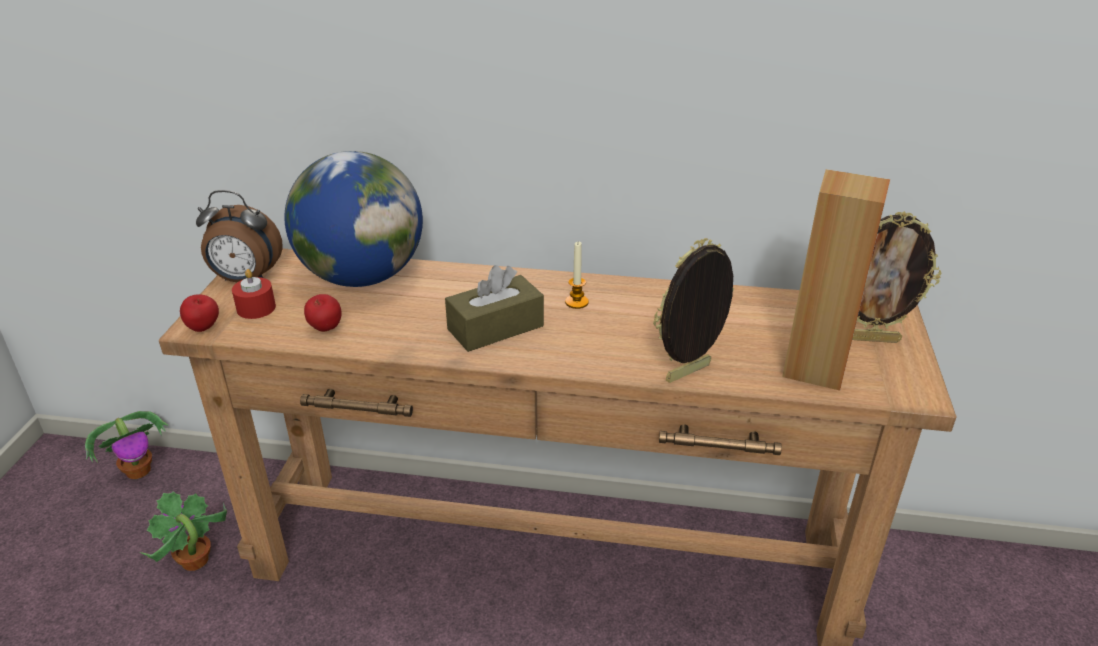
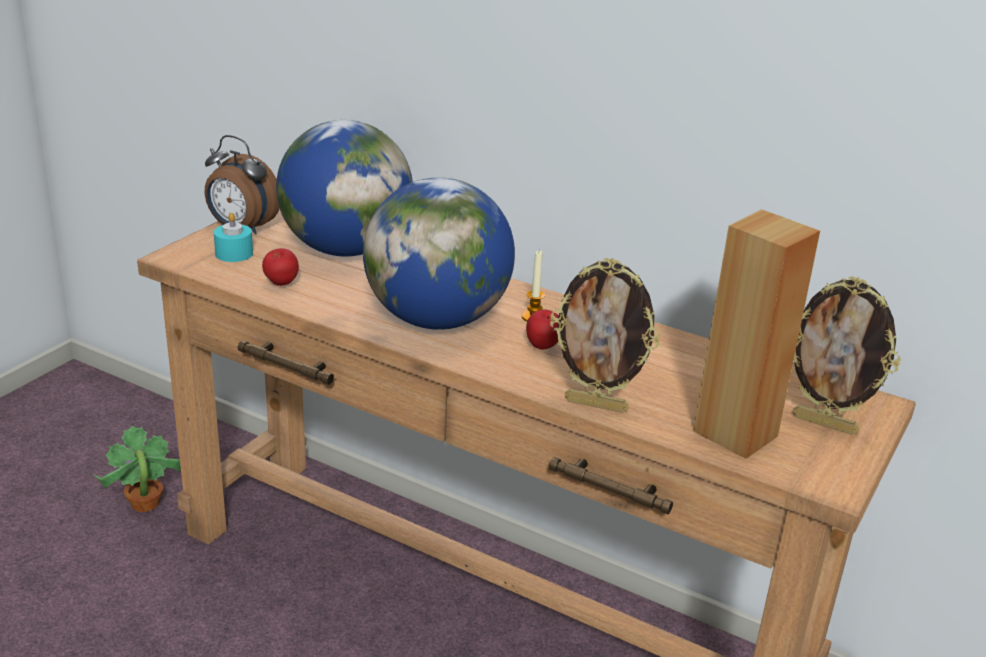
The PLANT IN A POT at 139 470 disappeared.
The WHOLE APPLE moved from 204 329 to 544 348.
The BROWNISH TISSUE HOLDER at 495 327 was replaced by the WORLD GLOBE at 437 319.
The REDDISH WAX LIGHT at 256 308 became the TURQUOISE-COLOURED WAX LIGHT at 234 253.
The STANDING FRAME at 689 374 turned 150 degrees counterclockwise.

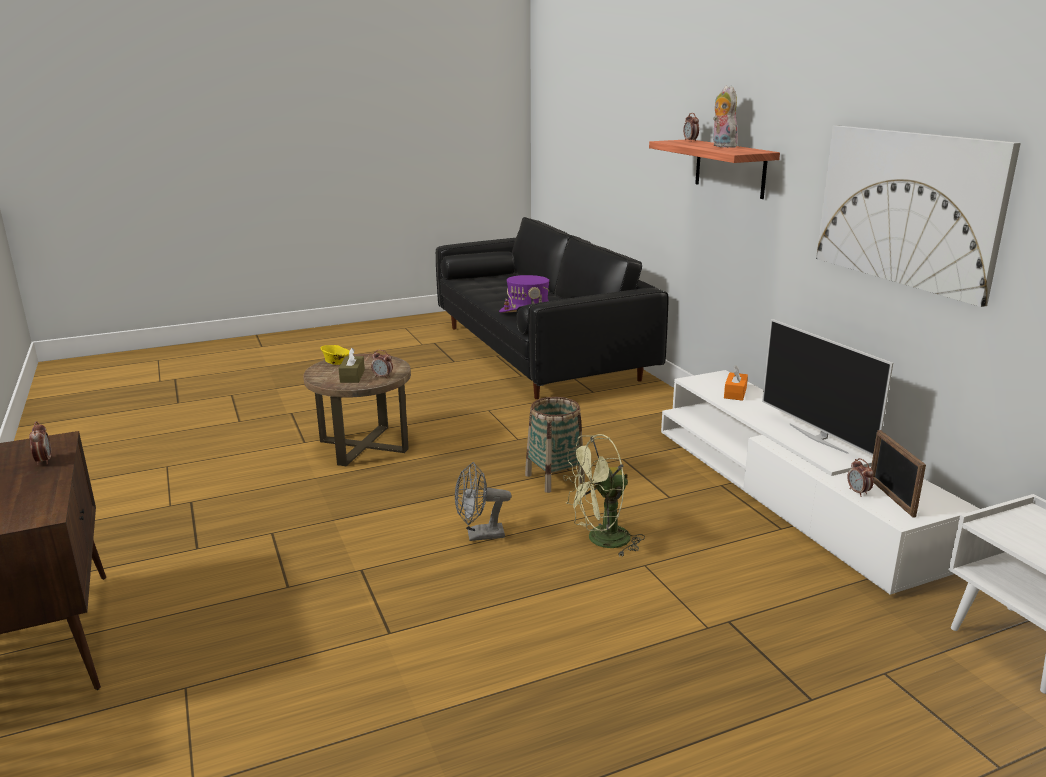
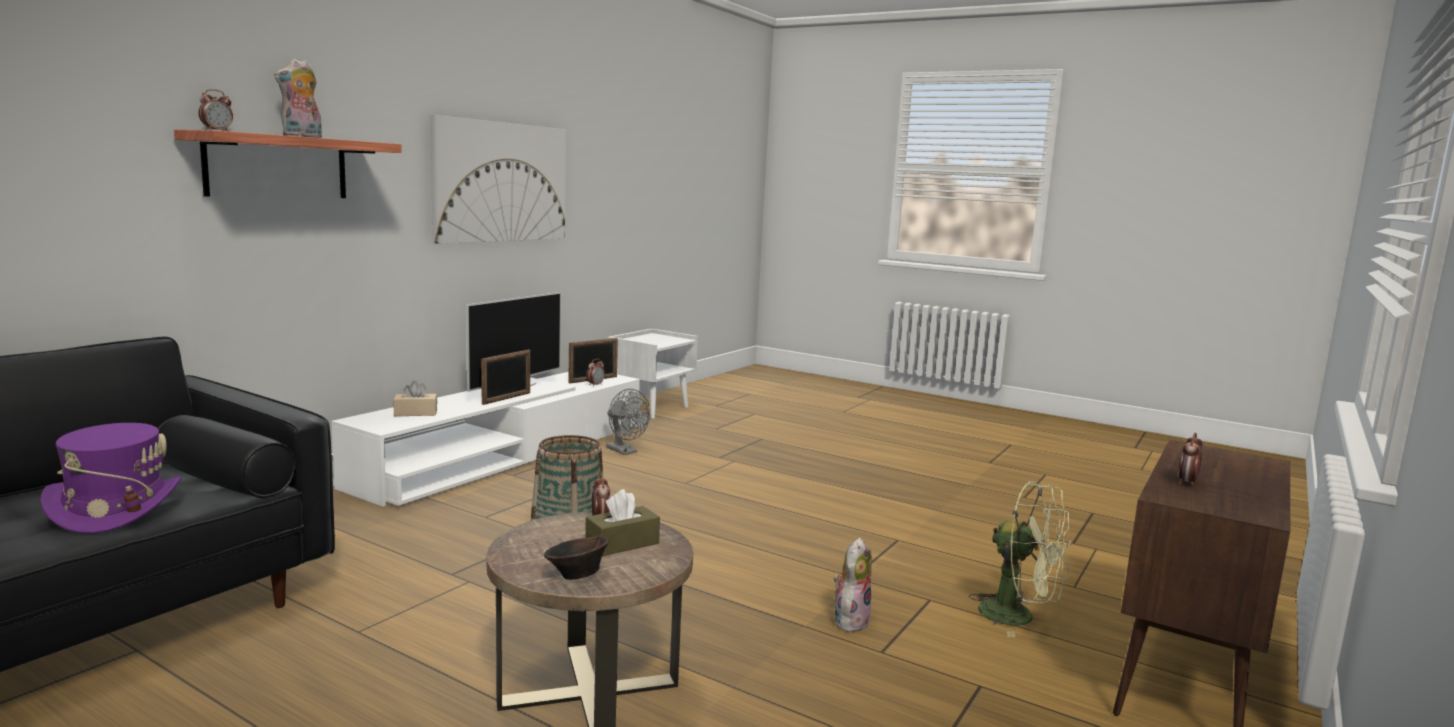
The STANDING FRAME at 507 398 appeared.
The SOFT TOY at 850 620 appeared.
The GREYISH COOLING FAN moved from 479 535 to 625 451.
The GREEN COOLING FAN moved from 601 541 to 1019 617.
The YELLOW-COLOURED DEEP DISH at 336 363 became the BROWNISH DEEP DISH at 576 576.
The ORANGE TISSUE HOLDER at 735 393 became the SAND-COLOURED TISSUE HOLDER at 415 413.

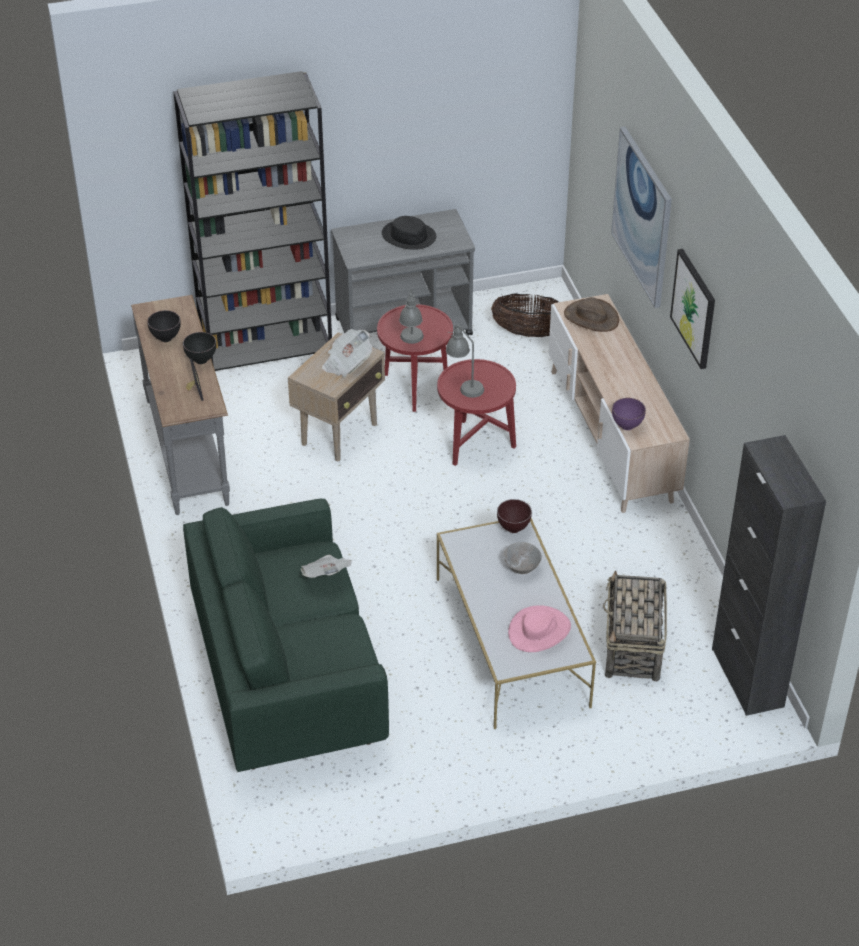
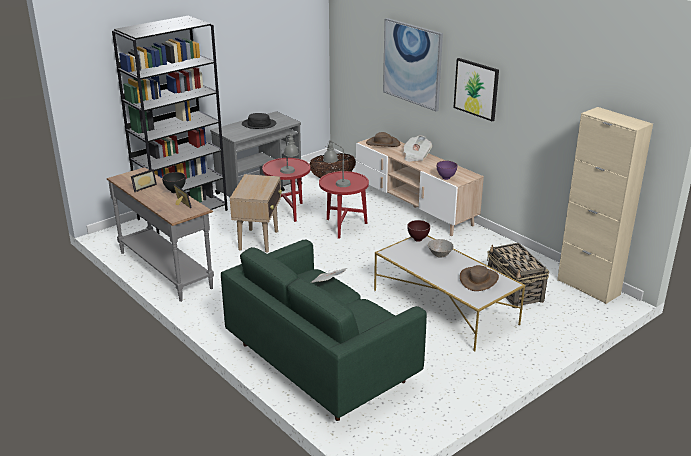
The NEWSPAPER moved from 347 363 to 415 156.
The BLACK-COLOURED DEEP DISH at 166 338 was replaced by the STANDING FRAME at 143 187.
The PINK-COLOURED HAT at 539 631 became the BROWNISH HAT at 479 279.
The BLACK-COLOURED STORAGE CABINET at 747 677 became the SAND-COLOURED STORAGE CABINET at 588 287.

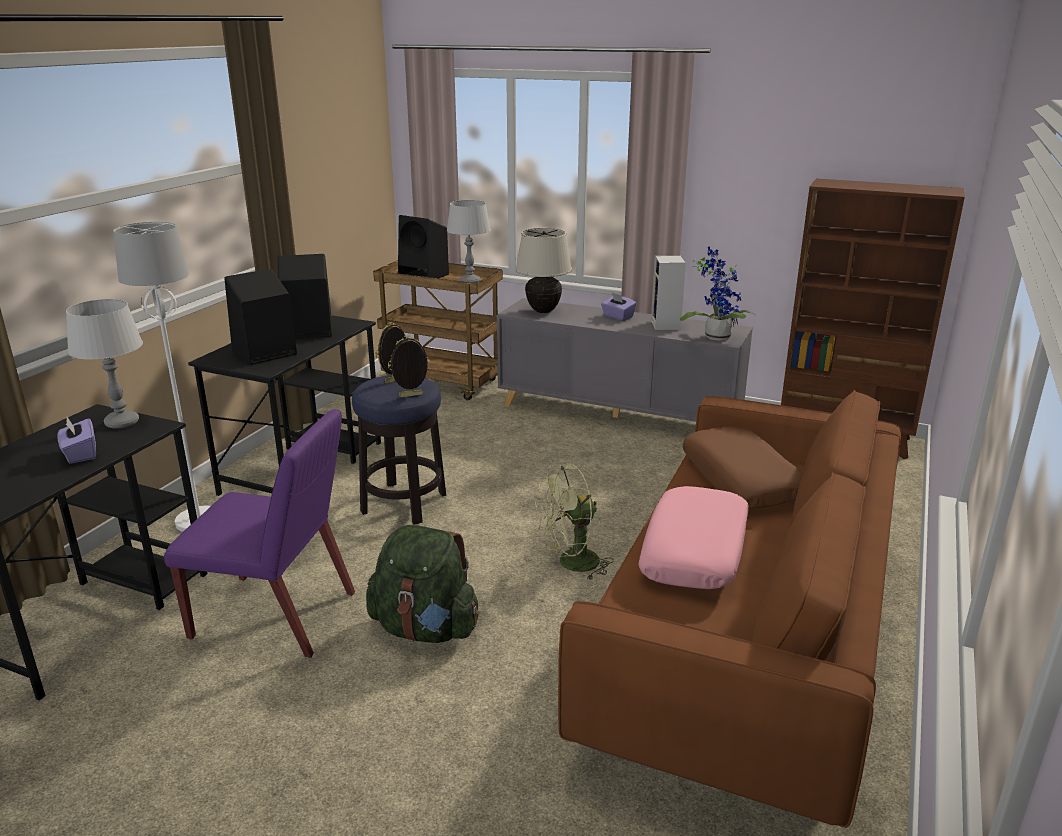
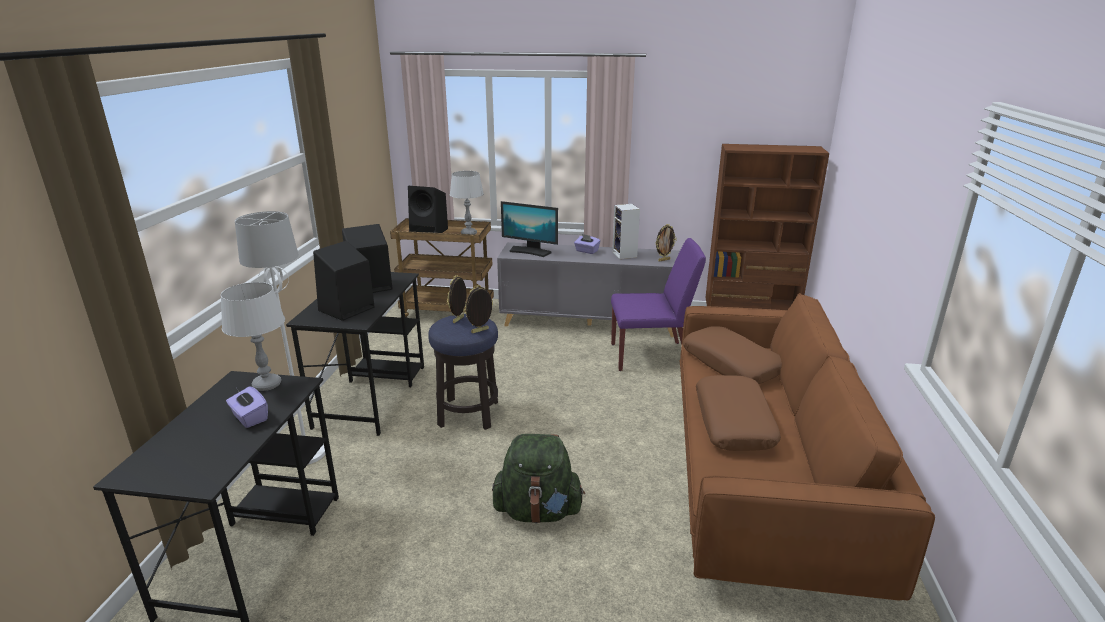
The GREEN COOLING FAN at 571 564 disappeared.
The PURPLE-COLOURED PLAIN CHAIR moved from 276 615 to 651 356.
The SAND-COLOURED TABLE LAMP at 543 311 was replaced by the MONITOR at 530 251.
The PLANT IN A POT at 715 336 was replaced by the STANDING FRAME at 664 260.
The PINK-COLOURED THROW PILLOW at 695 551 became the BROWNISH THROW PILLOW at 734 422.

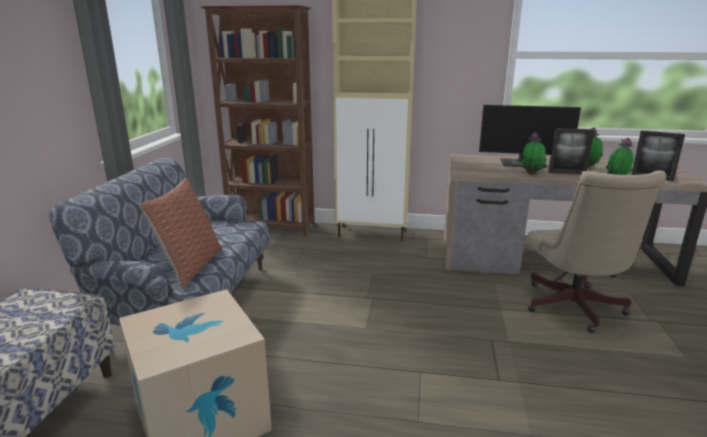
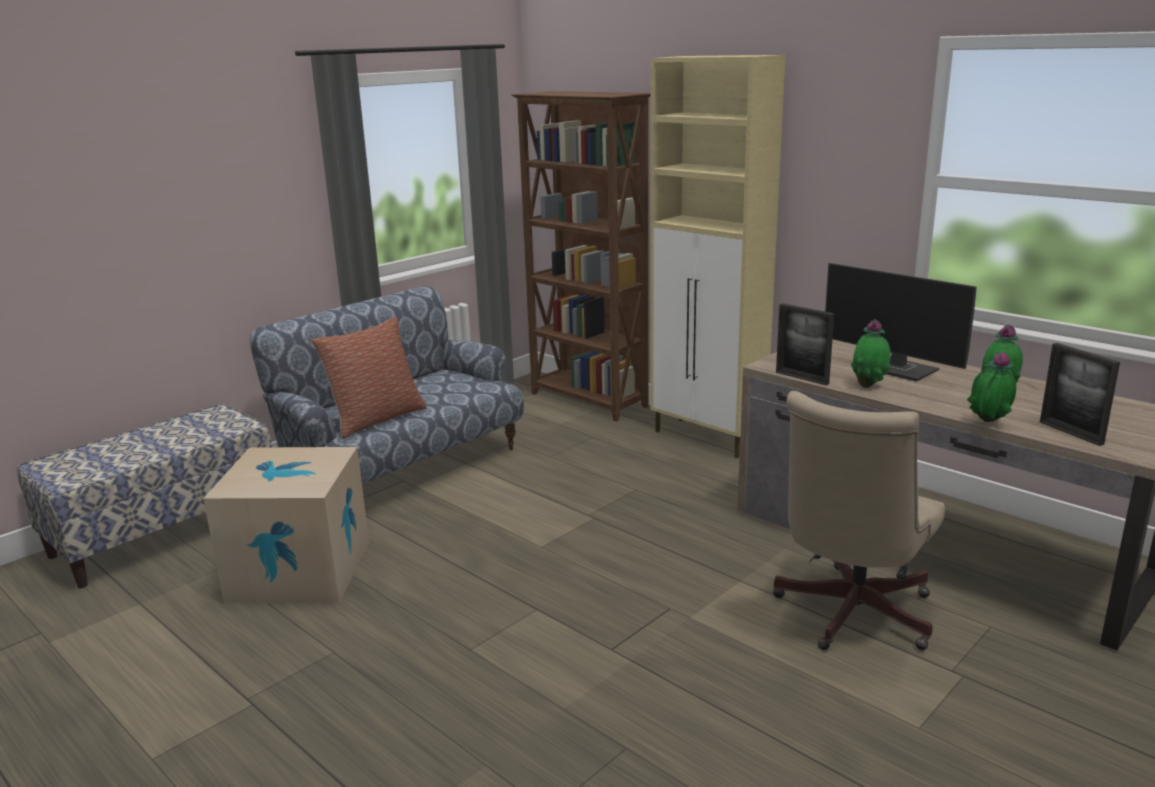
The STANDING FRAME moved from 567 173 to 802 378.

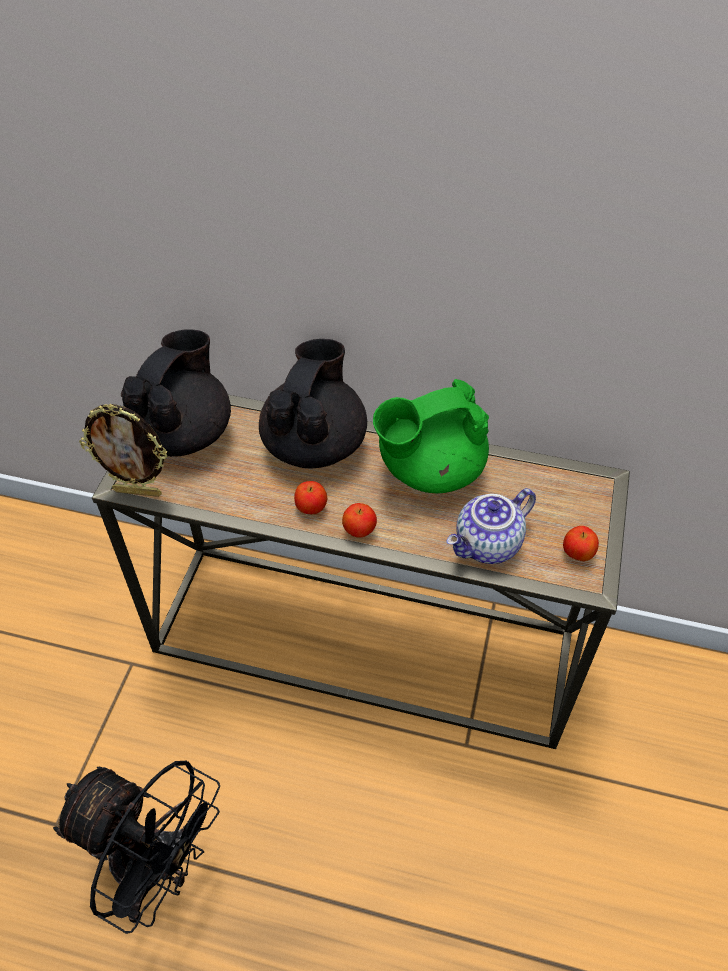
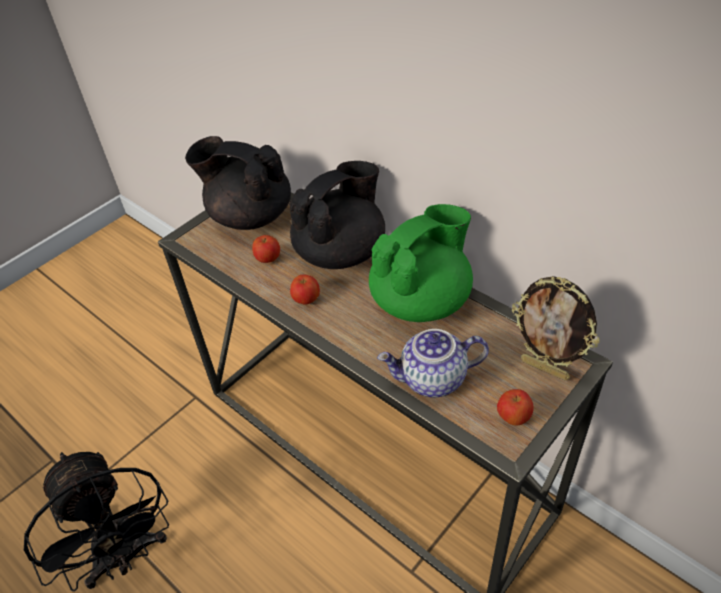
The STANDING FRAME moved from 138 491 to 545 368.
The WHOLE APPLE moved from 359 530 to 268 259.
The BLACK-COLOURED TEAPOT at 183 433 turned 120 degrees counterclockwise.
The GREEN TEAPOT at 429 470 turned 135 degrees clockwise.

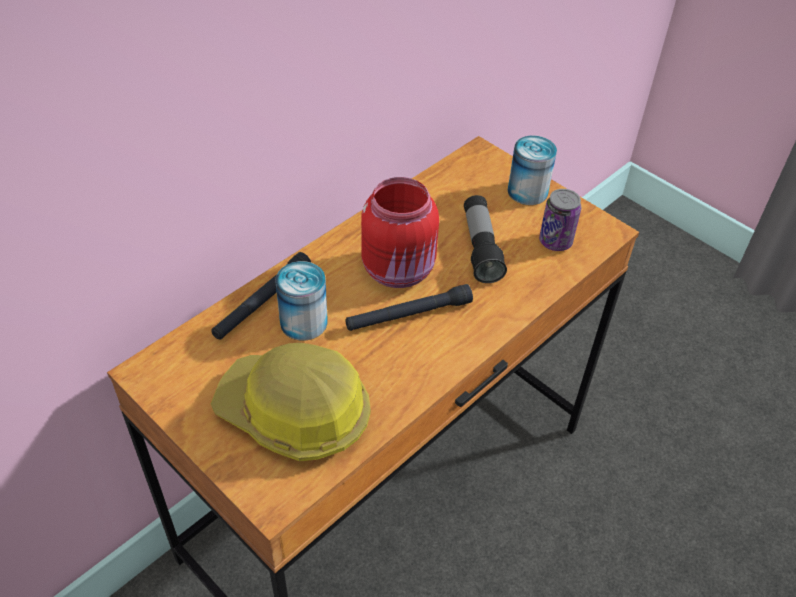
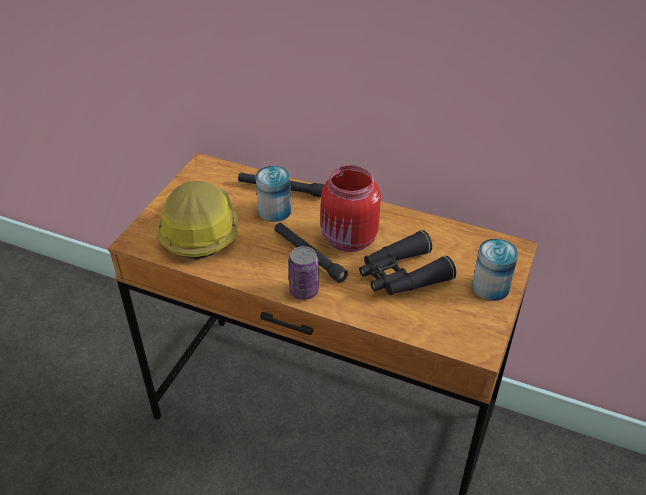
The SEALED CAN moved from 555 241 to 304 291.
The TORCH at 481 248 was replaced by the BLACK-COLOURED PAIR OF BINOCULARS at 402 275.

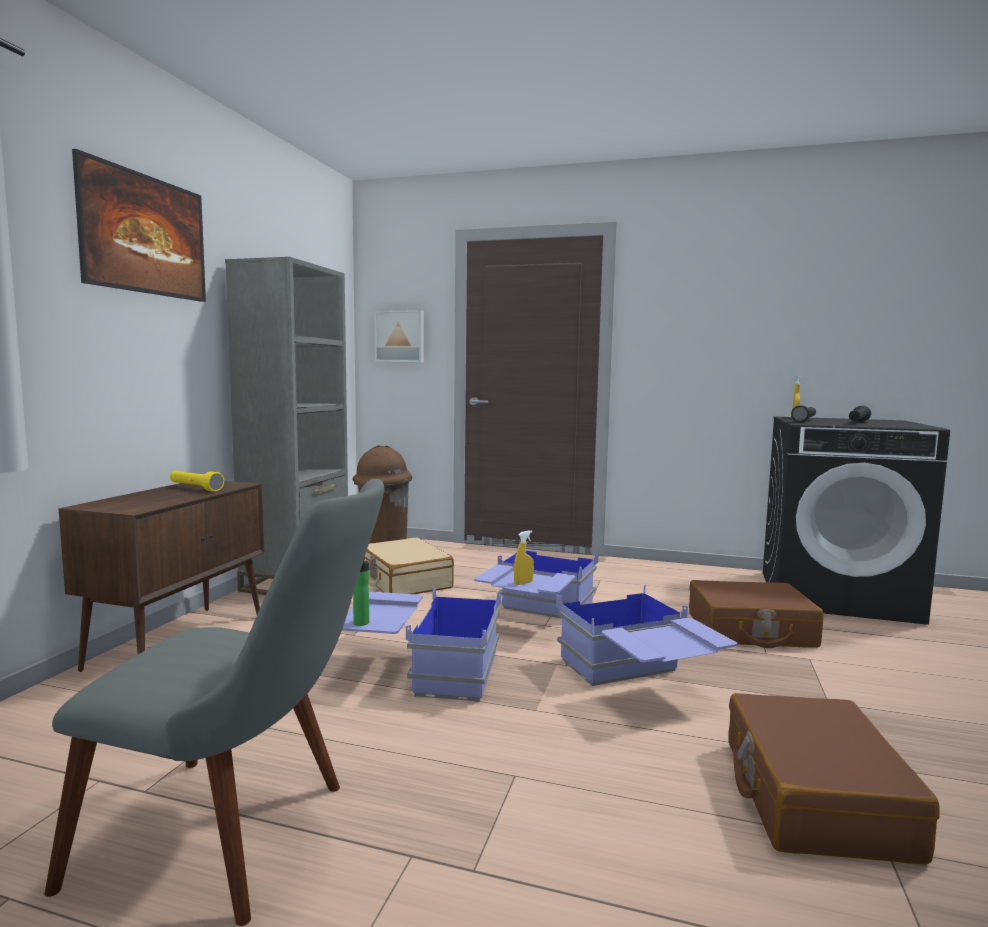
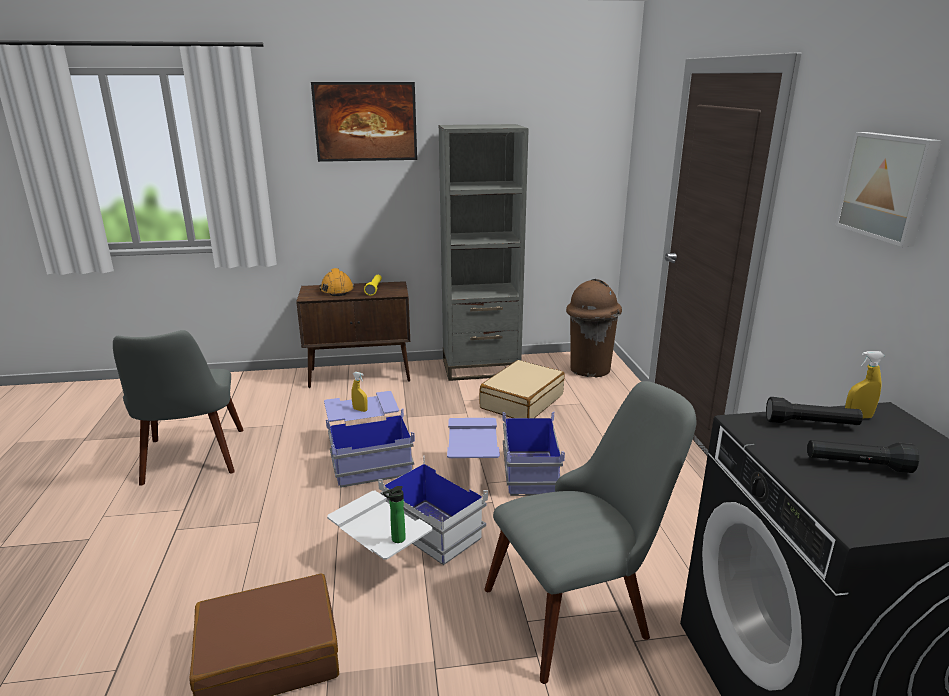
The ORANGE HARD HAT at 336 290 appeared.
The BEVERAGE BOTTLE moved from 361 624 to 396 539.
The PICTURE moved from 400 336 to 889 187.
The YELLOW-COLOURED HAND SPRAYER moved from 523 583 to 360 410.
The BROWNISH PIECE OF LUGGAGE at 750 631 was replaced by the GREYISH PLAIN CHAIR at 582 606.
The BLUE-COLOURED STORAGE BOX at 639 681 became the WHITE STORAGE BOX at 409 548.

